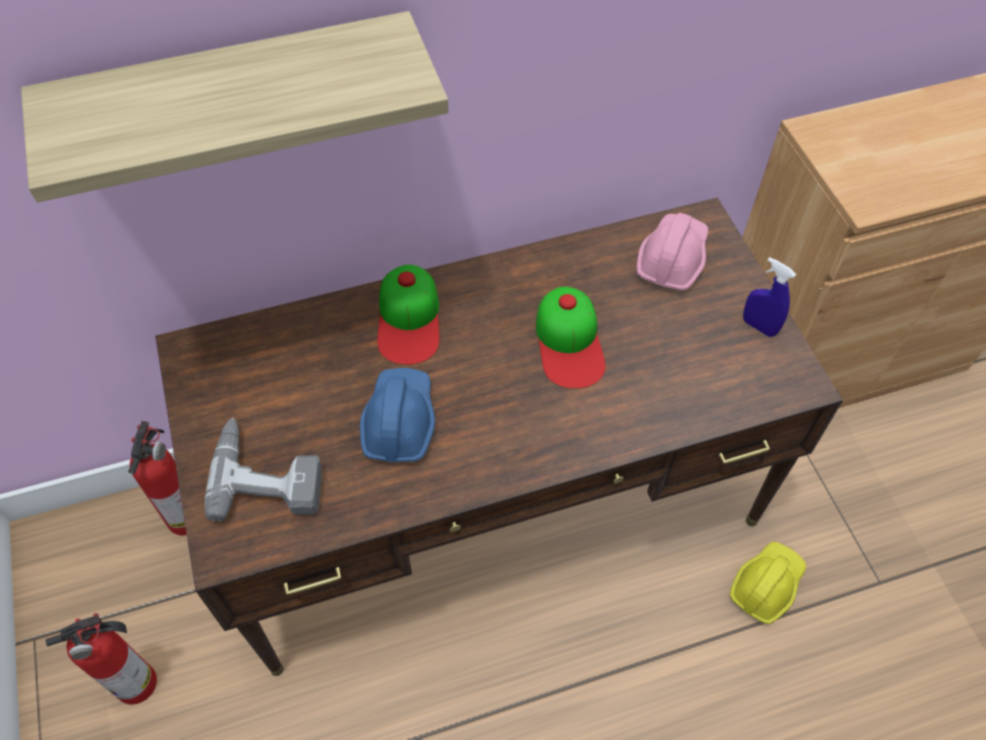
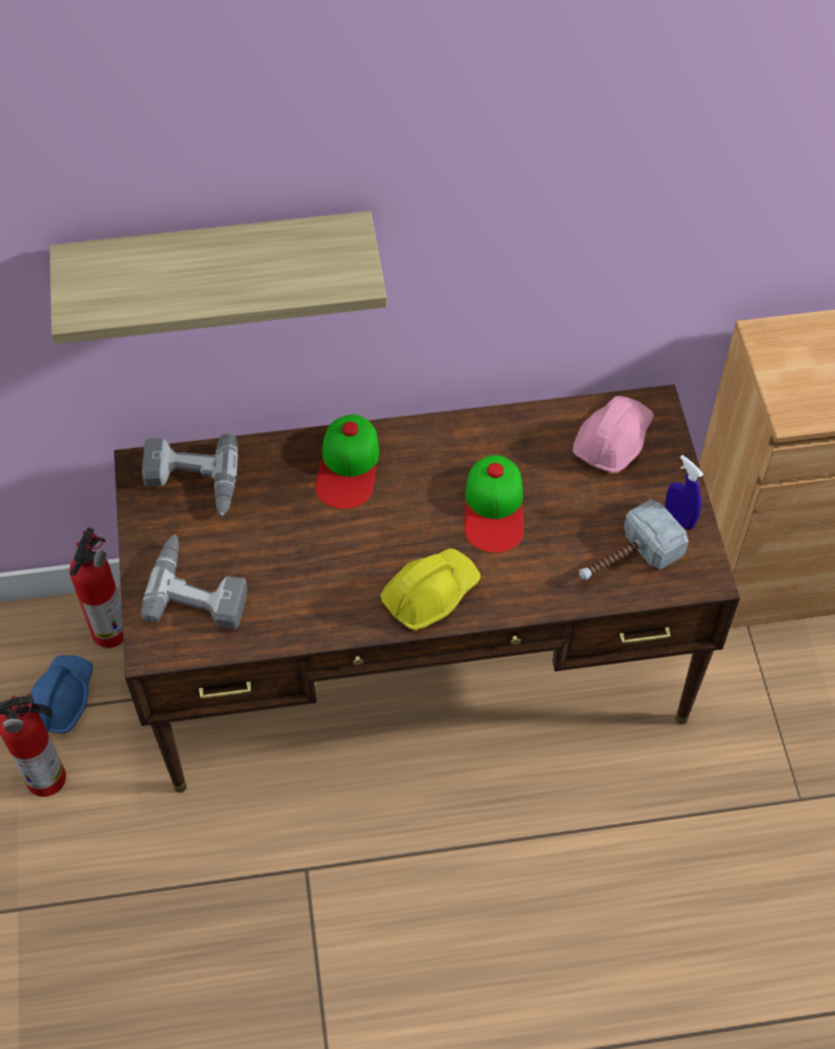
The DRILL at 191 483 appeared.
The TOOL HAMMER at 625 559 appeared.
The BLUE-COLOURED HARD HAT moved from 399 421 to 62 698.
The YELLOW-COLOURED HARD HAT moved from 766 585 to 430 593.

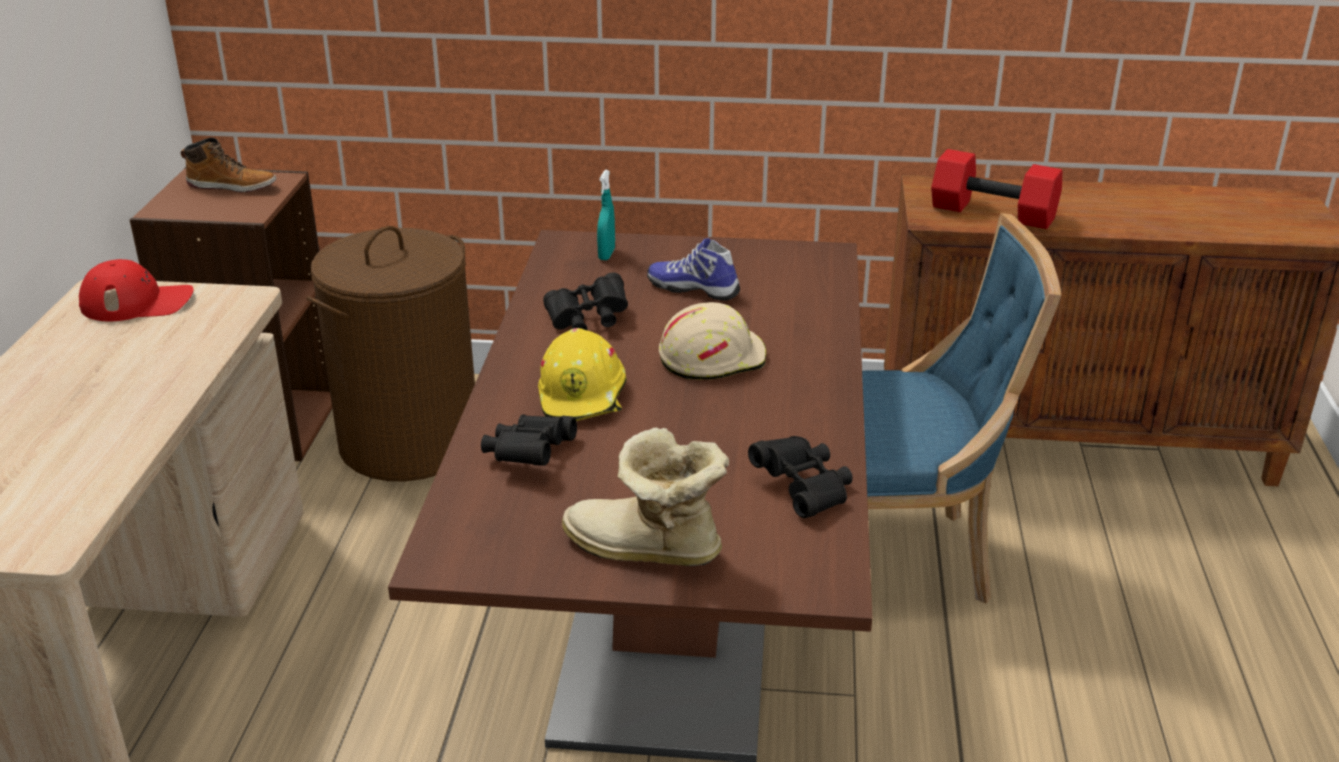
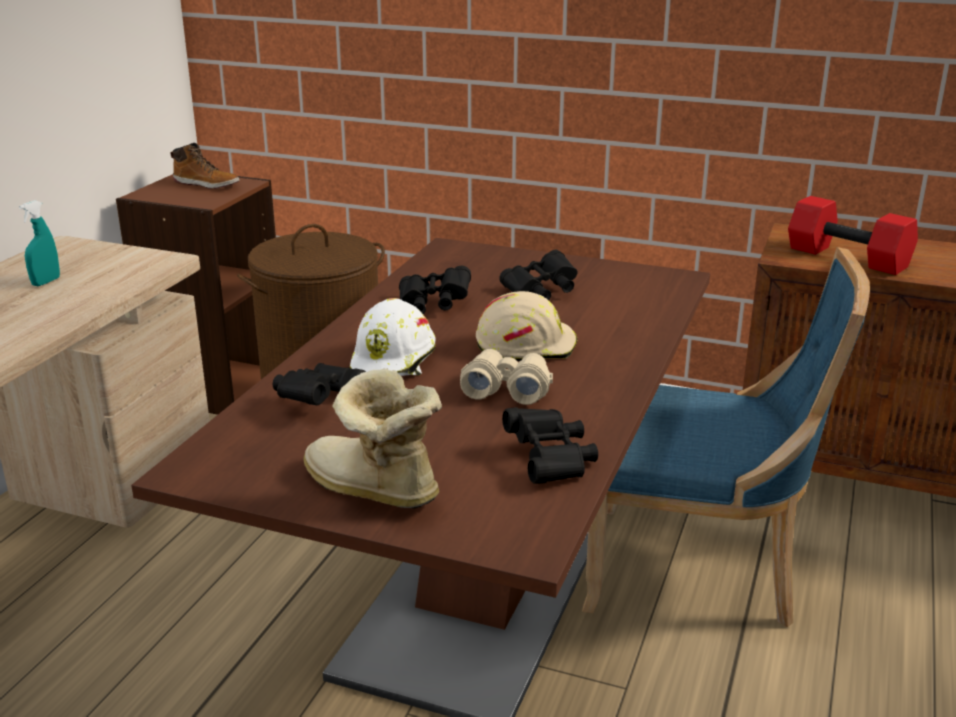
The REDDISH BASEBALL CAP at 138 302 disappeared.
The SAND-COLOURED PAIR OF BINOCULARS at 506 389 appeared.
The TURQUOISE-COLOURED HAND SPRAYER moved from 606 254 to 46 282.
The ITEM OF FOOTWEAR at 694 289 was replaced by the BLACK-COLOURED PAIR OF BINOCULARS at 541 292.
The YELLOW-COLOURED HARD HAT at 583 395 became the WHITE HARD HAT at 394 360.

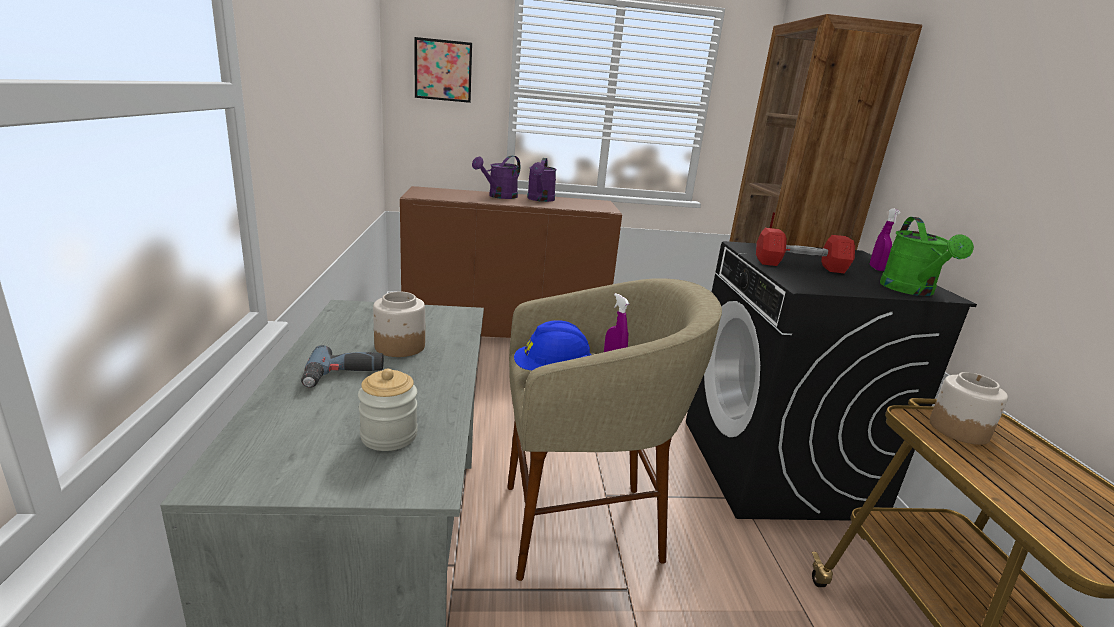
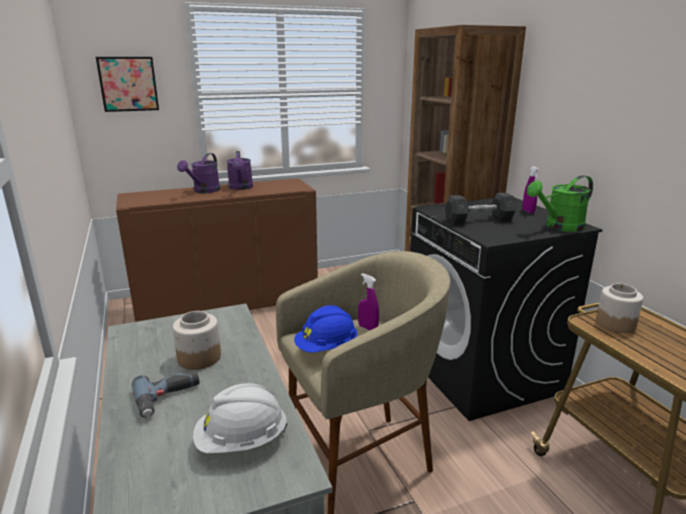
The JAR at 389 436 was replaced by the WHITE HARD HAT at 241 442.
The REDDISH DUMBBELL at 800 266 became the GREYISH DUMBBELL at 479 220.
The GREEN SPRINKLING CAN at 911 291 turned 75 degrees clockwise.

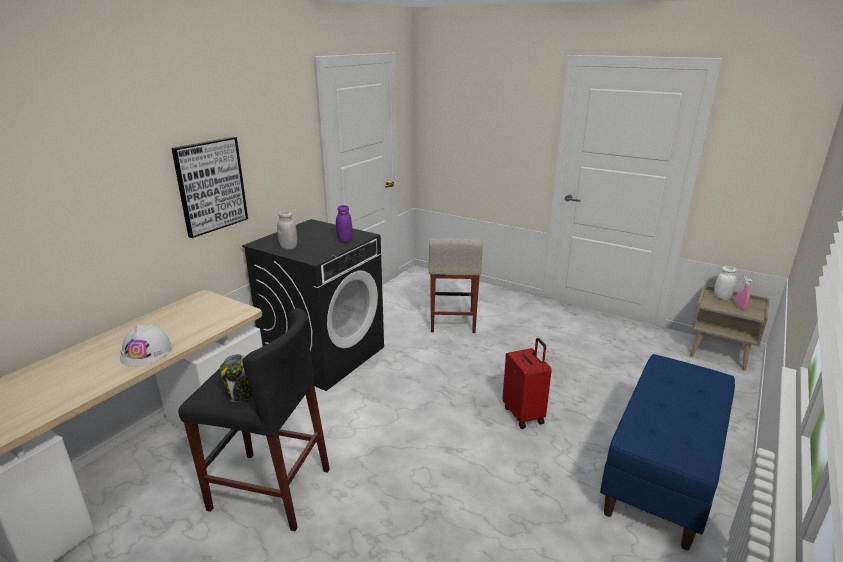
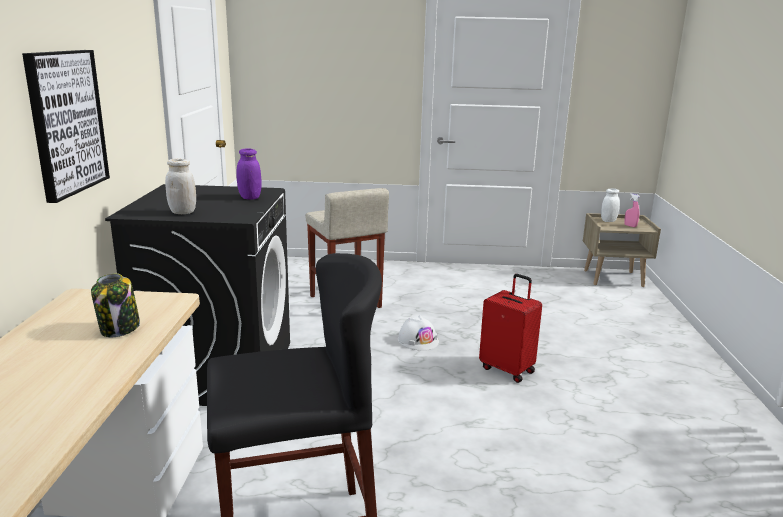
The BLUE-COLOURED LONG SEAT at 663 474 disappeared.
The WHITE HARD HAT moved from 147 352 to 418 340.
The JAR moved from 241 393 to 119 329.

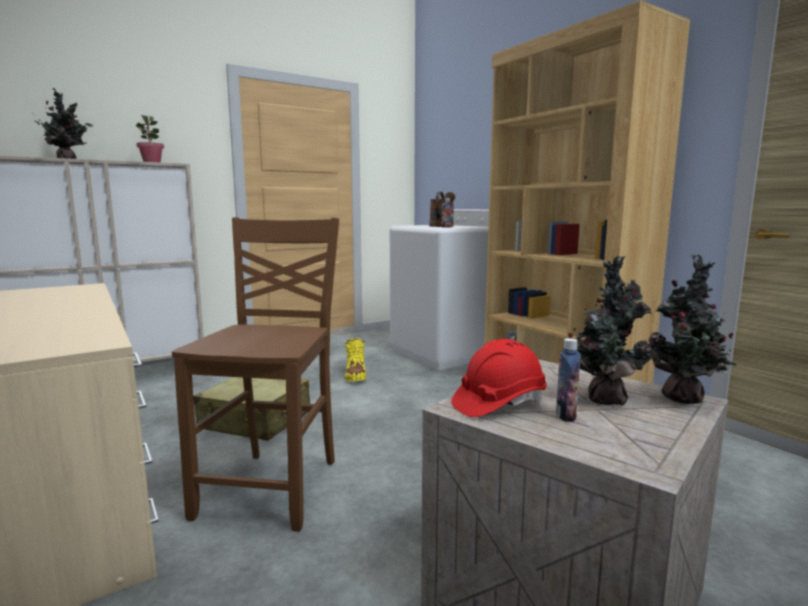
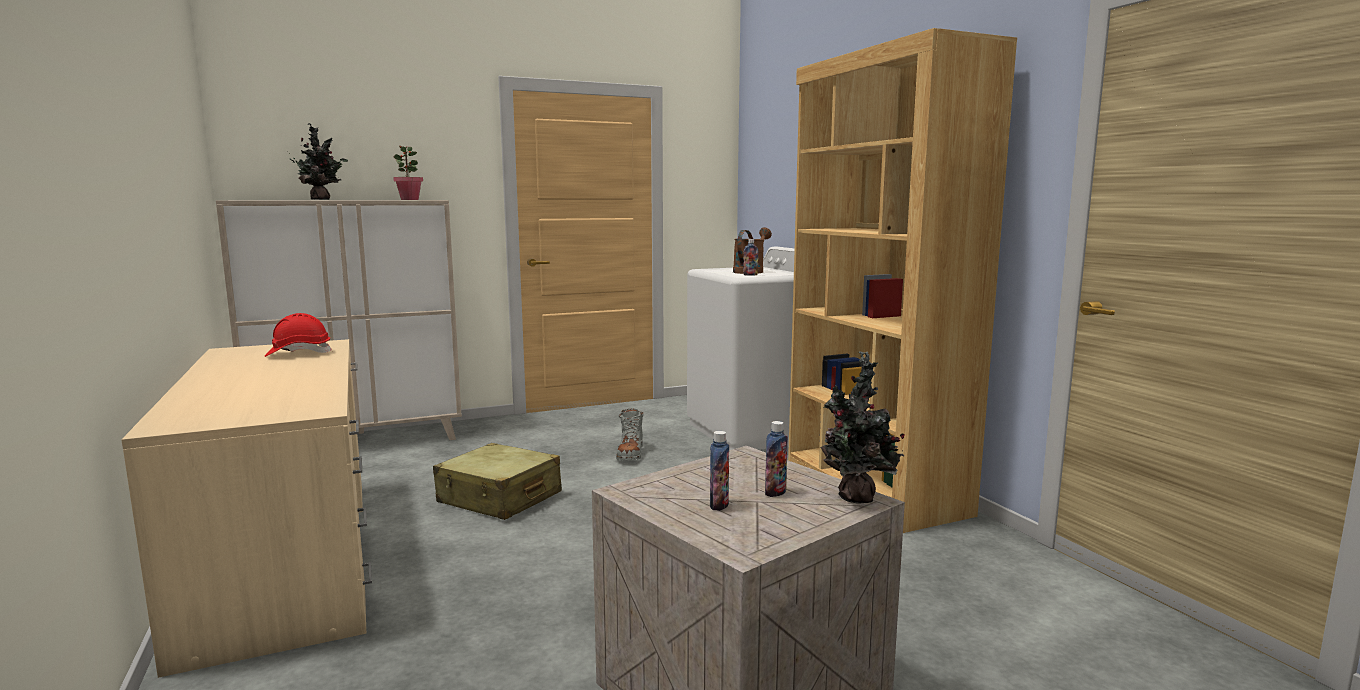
The BROWNISH PLAIN CHAIR at 273 487 disappeared.
The REDDISH HARD HAT moved from 498 403 to 298 354.
The PLANT IN A POT at 604 399 was replaced by the BEVERAGE BOTTLE at 775 492.
The YELLOW-COLOURED TALL BOOT at 355 376 became the GREYISH TALL BOOT at 630 454.

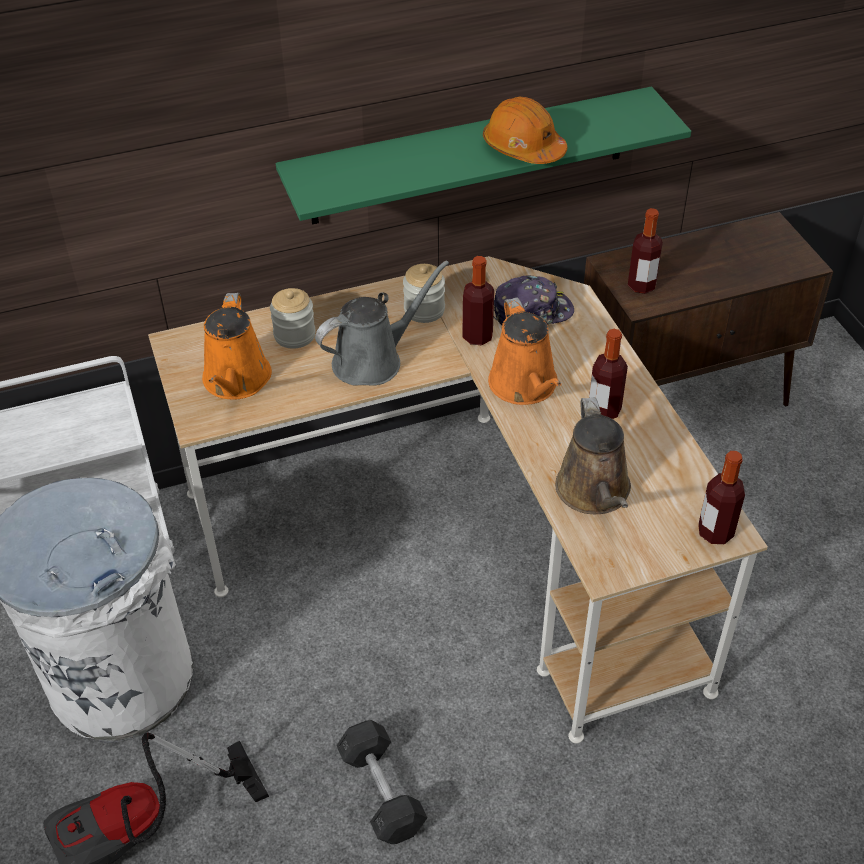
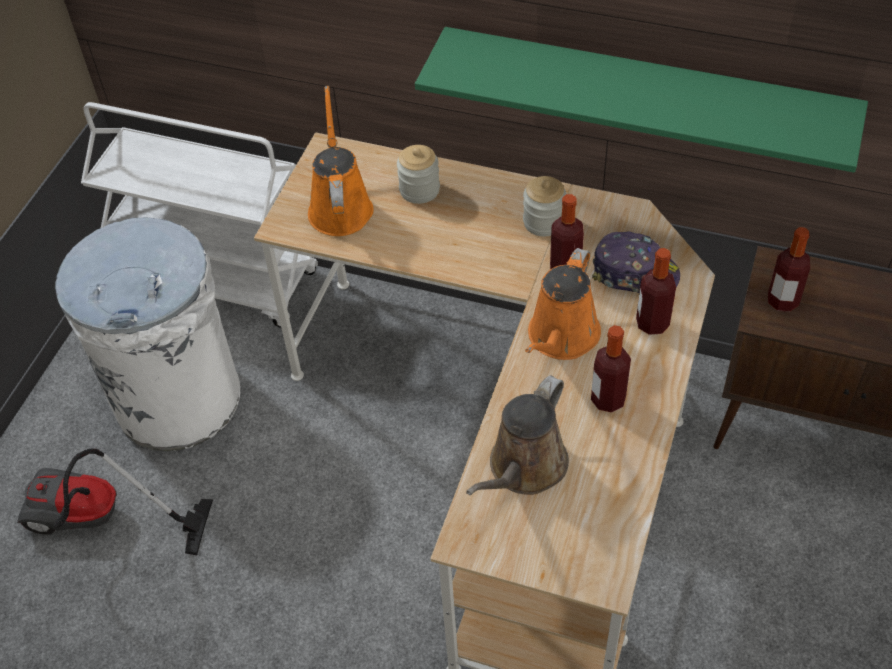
The GREYISH SPRINKLING CAN at 373 360 disappeared.
The GREYISH DUMBBELL at 381 791 disappeared.
The ORANGE HARD HAT at 523 148 disappeared.
The BEVERAGE BOTTLE moved from 715 532 to 652 323.
The ORANGE SPRINKLING CAN at 236 381 turned 135 degrees clockwise.

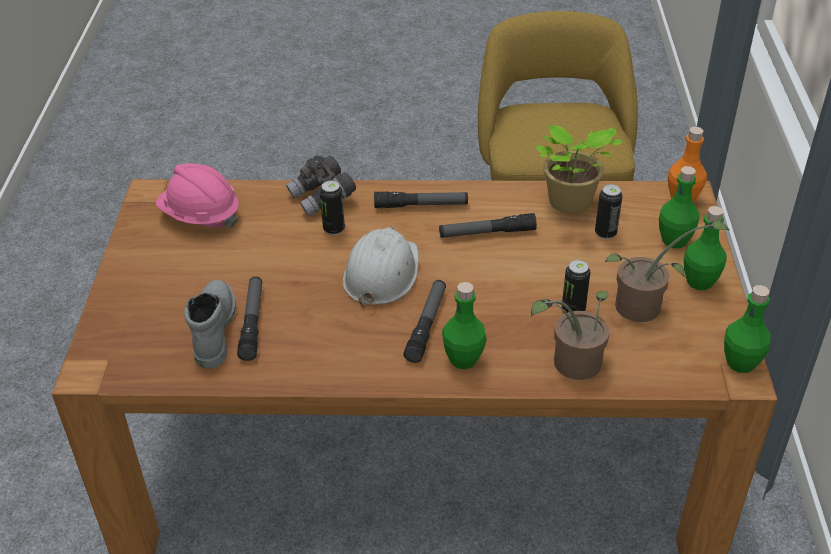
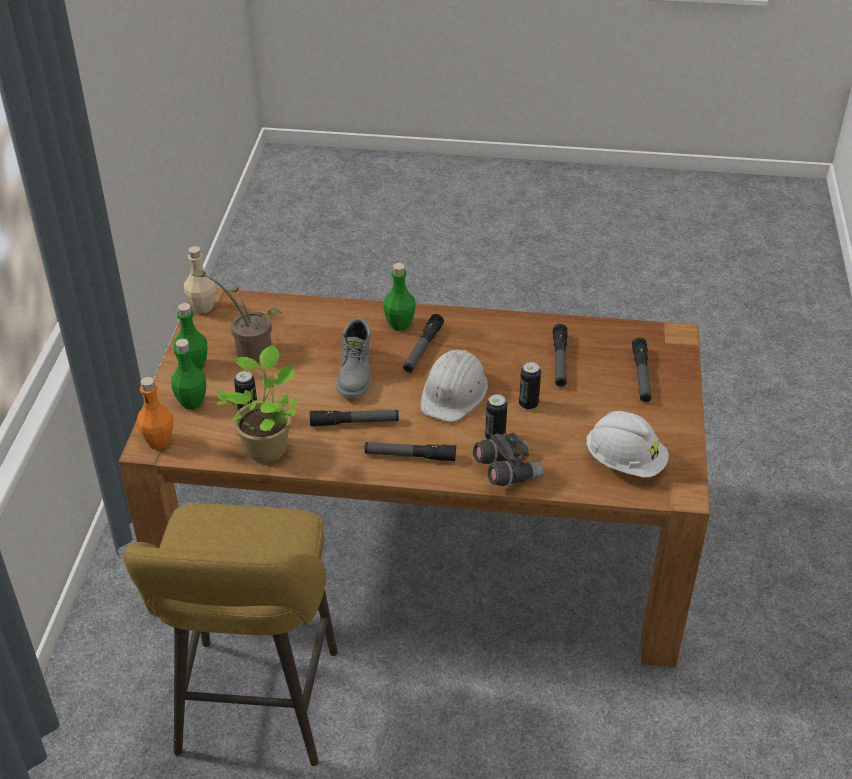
The PLANT IN A POT at 570 365 disappeared.
The TORCH at 641 375 appeared.
The GREYISH TALL BOOT moved from 212 329 to 356 375.
The SEALED CAN moved from 573 311 to 528 404.
The PINK-COLOURED HARD HAT at 200 216 became the WHITE HARD HAT at 625 462.
The GREEN BEVERAGE BOTTLE at 740 363 became the SAND-COLOURED BEVERAGE BOTTLE at 202 307.

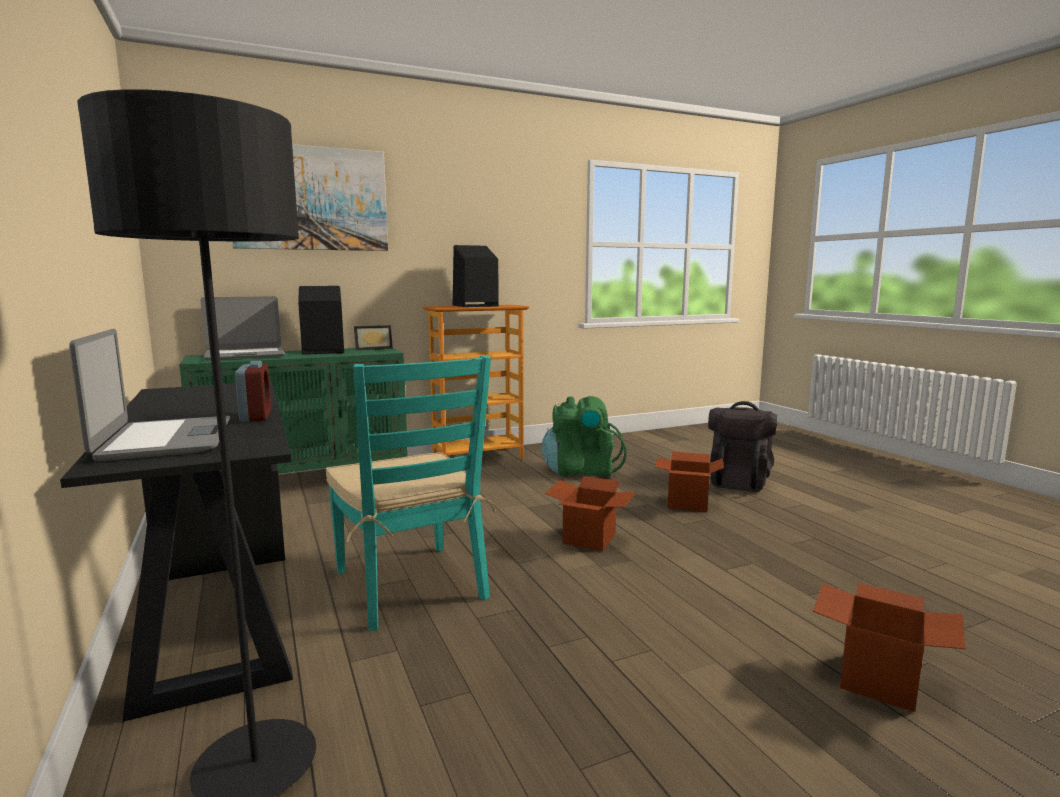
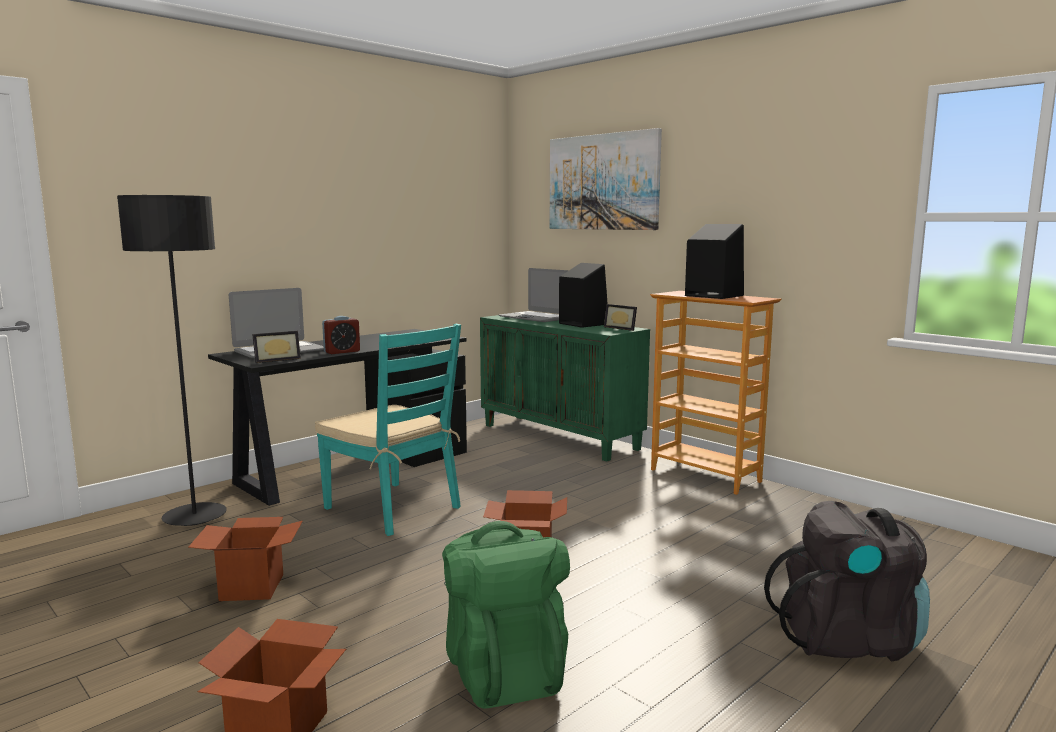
The STANDING FRAME at 276 359 appeared.
The GREEN BACKPACK moved from 581 471 to 504 669.
The CARTON moved from 688 503 to 252 587.
The TURQUOISE-COLOURED PLAIN CHAIR at 411 585 turned 90 degrees counterclockwise.

